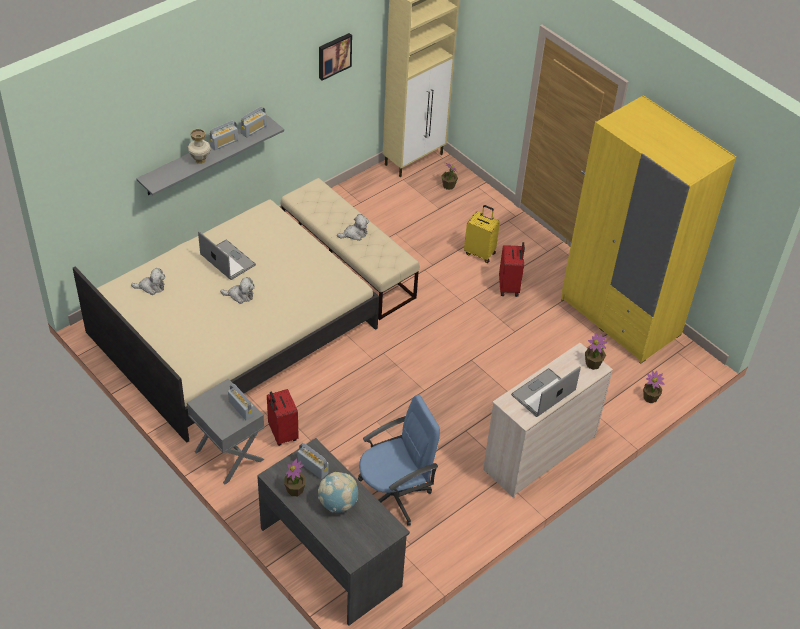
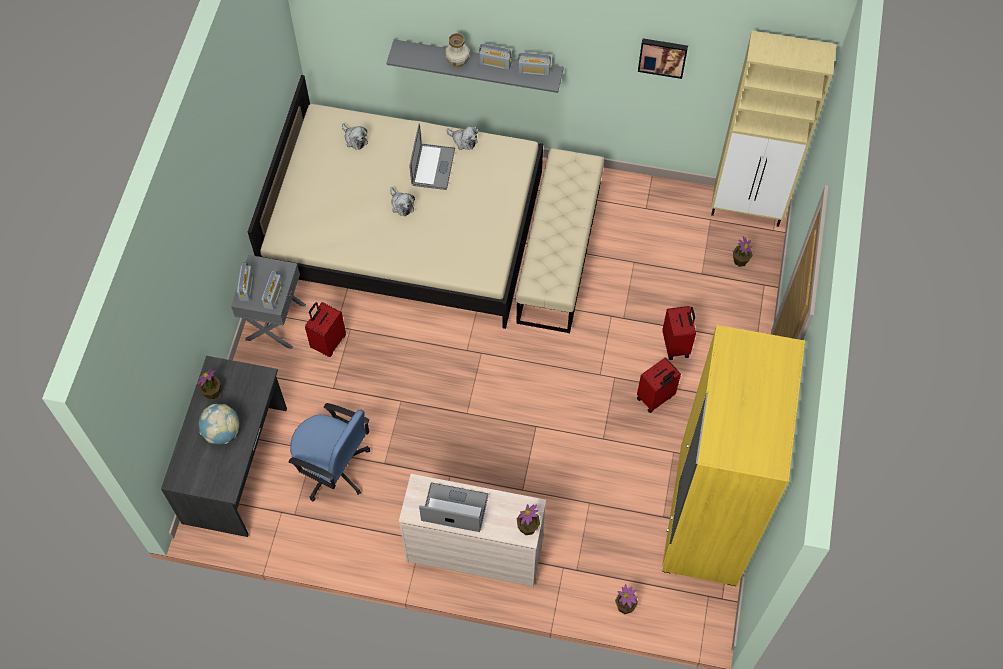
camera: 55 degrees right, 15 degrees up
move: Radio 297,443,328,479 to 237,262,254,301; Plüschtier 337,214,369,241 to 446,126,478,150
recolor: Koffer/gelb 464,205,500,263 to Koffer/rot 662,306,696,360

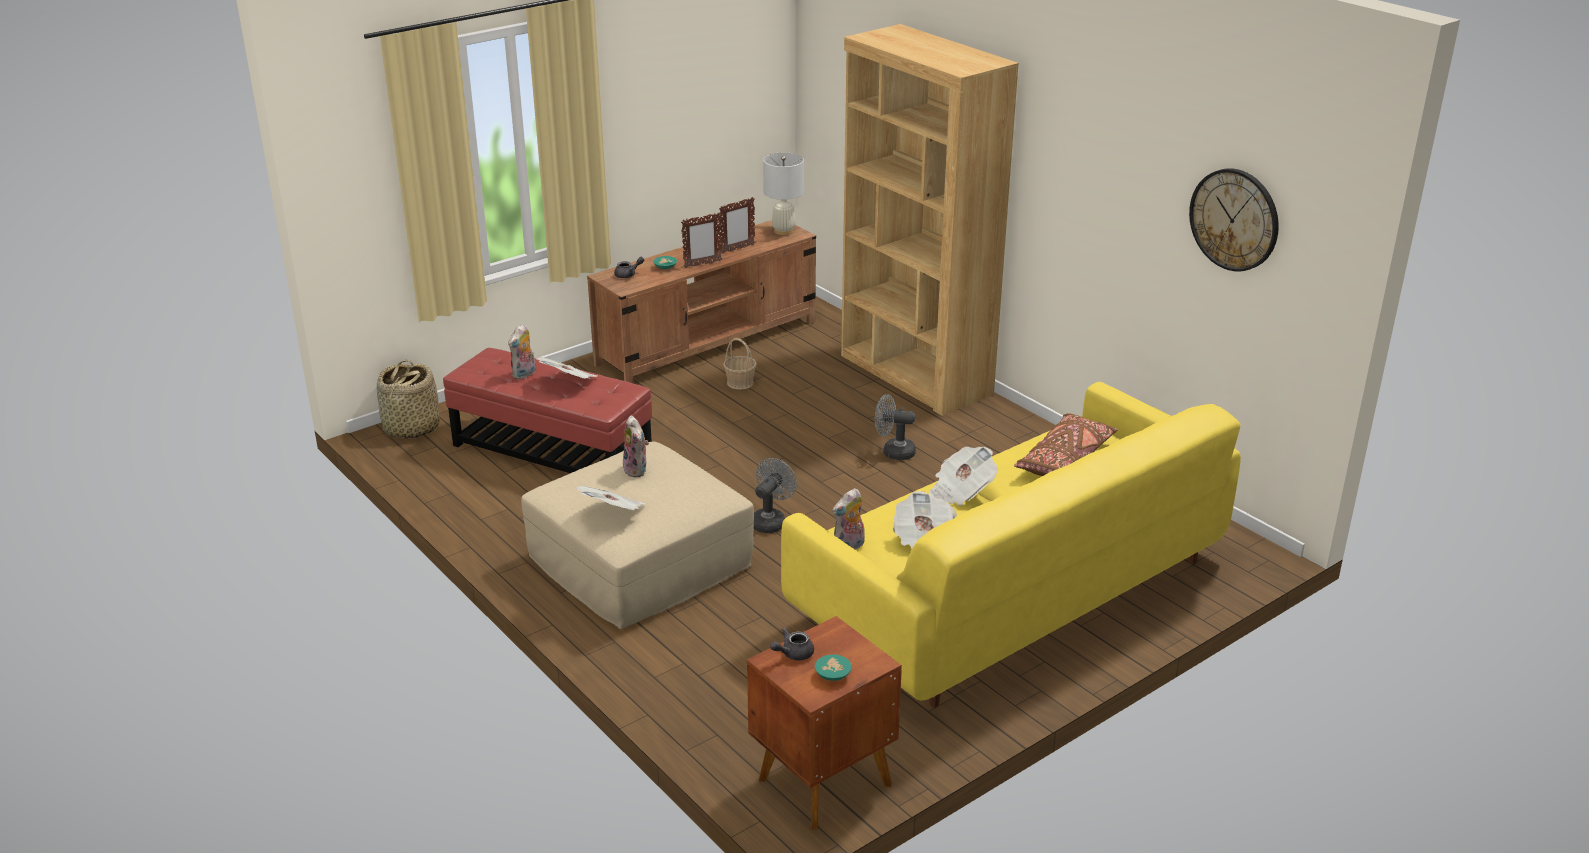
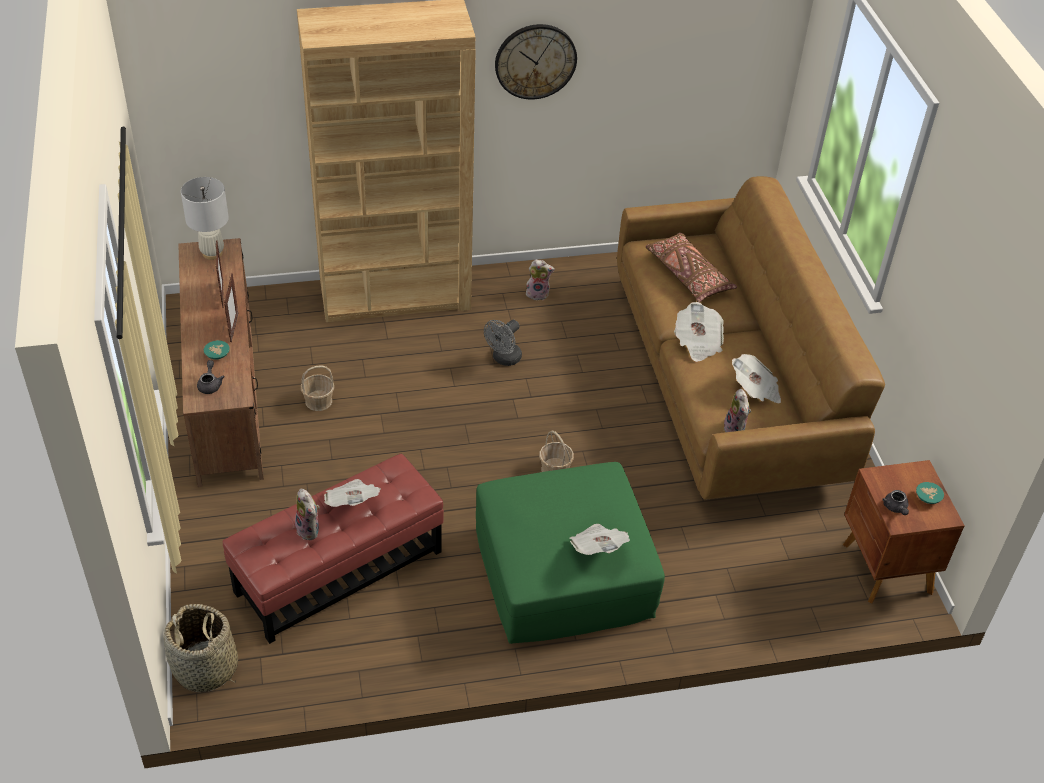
camera: 65 degrees left, 15 degrees up
move: Plüschtier 623,415,649,477 to 526,260,555,301; Wanduhr 1189,168,1279,272 to 495,24,577,100
replace: Ventilator/grau 754,458,797,533 to Korb 539,431,574,472
recolor: Polsterhocker/beige 521,441,754,629 to Polsterhocker/grün 476,462,665,644; Sofa/gelb 781,382,1241,708 to Sofa/braun 617,176,885,500

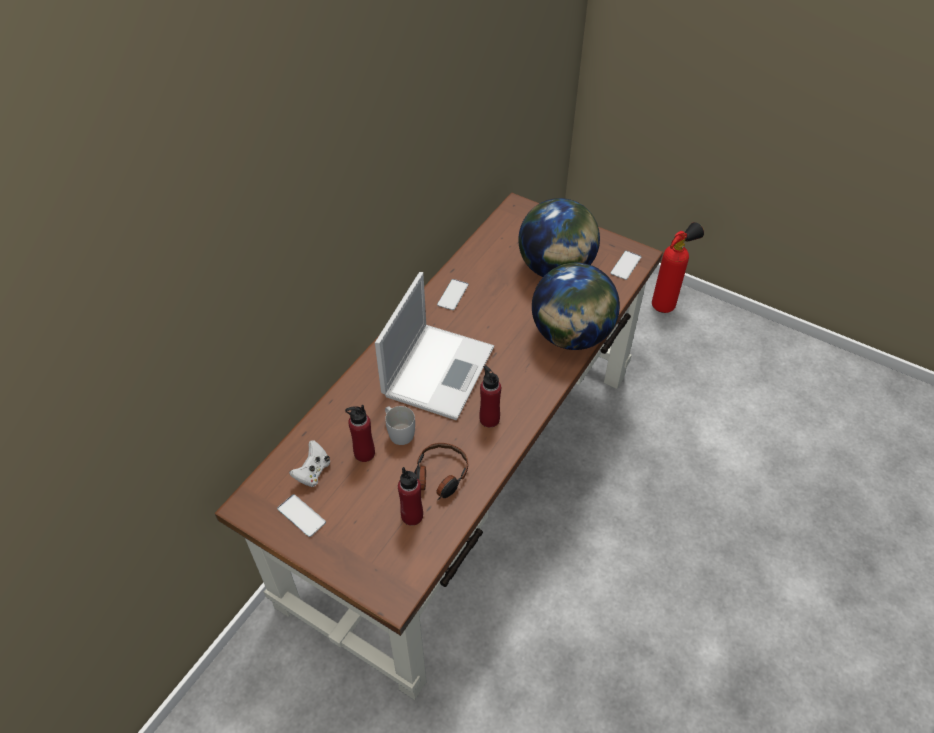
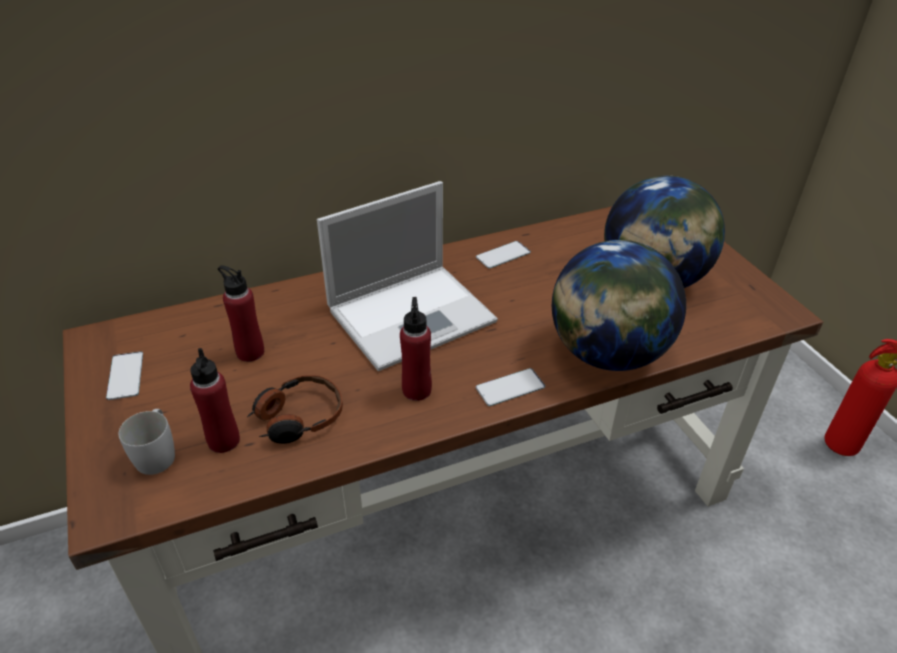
camera: 35 degrees right, 10 degrees down
delete: Gamepad/weiß 289,440,330,487
move: Henkelbecher/weiß 385,406,415,445 to 119,409,175,475; Handy 611,251,641,280 to 476,368,545,406

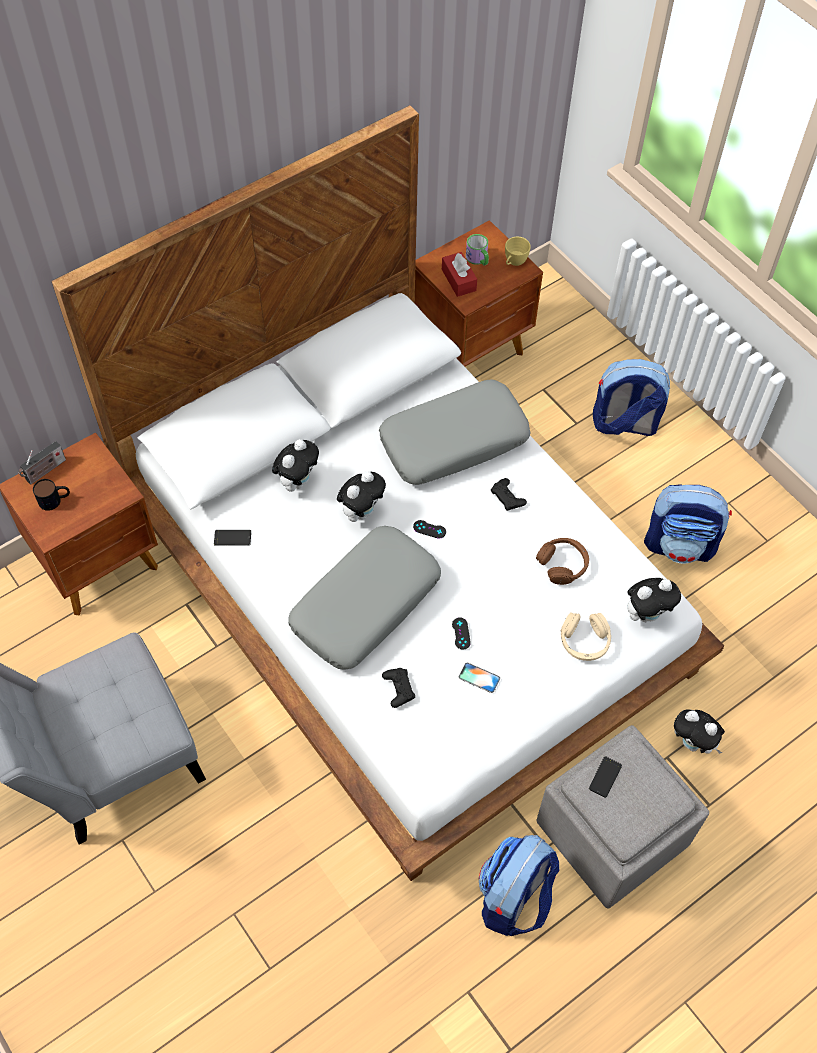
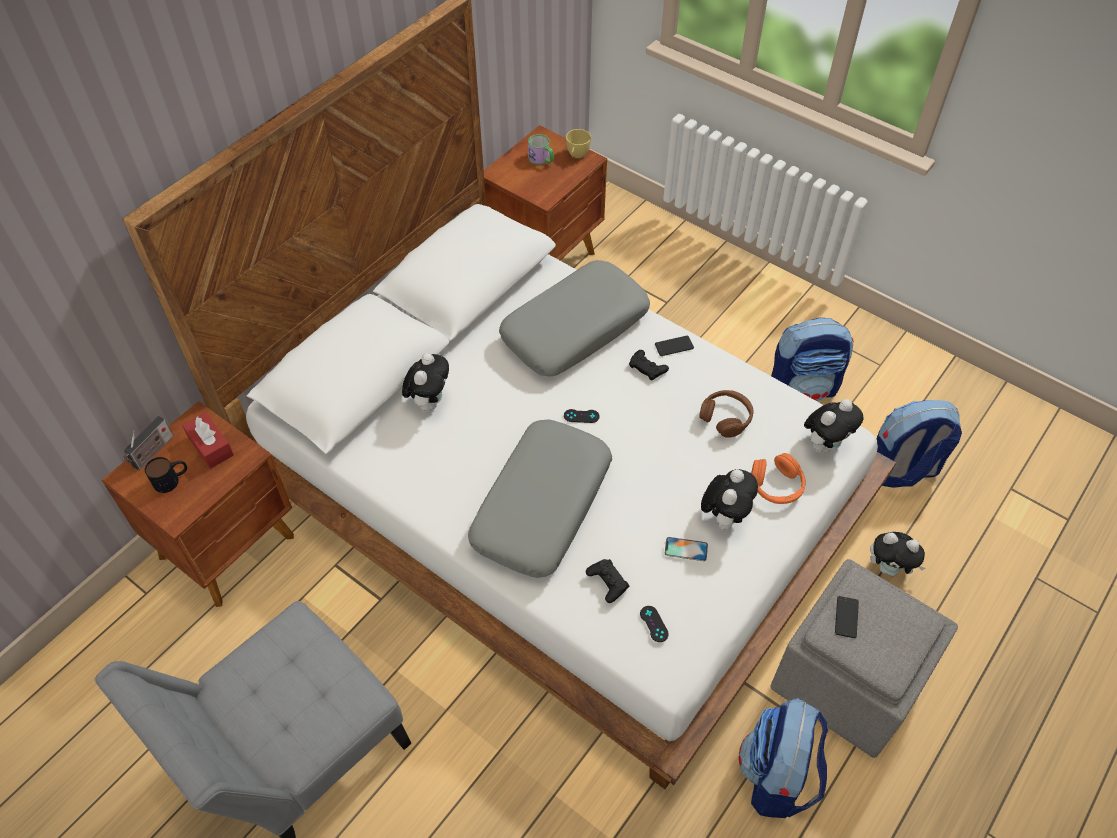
camera: 15 degrees left, 5 degrees down
move: Handy 214,530,251,546 to 655,336,694,356; Plüschtier 337,471,386,522 to 701,469,758,531; Taschentuchbox/rot 442,252,477,297 to 182,412,234,469; Gamepad/schwarz 452,617,471,650 to 640,606,669,642; Rucksack 593,359,670,436 to 877,400,962,488
recolor: Kopfhörer/beige 561,612,611,661 to Kopfhörer/orange 751,453,806,504

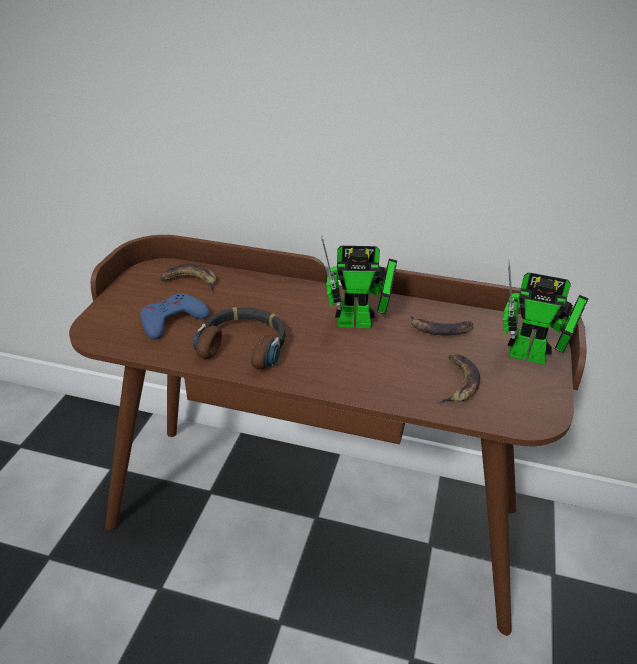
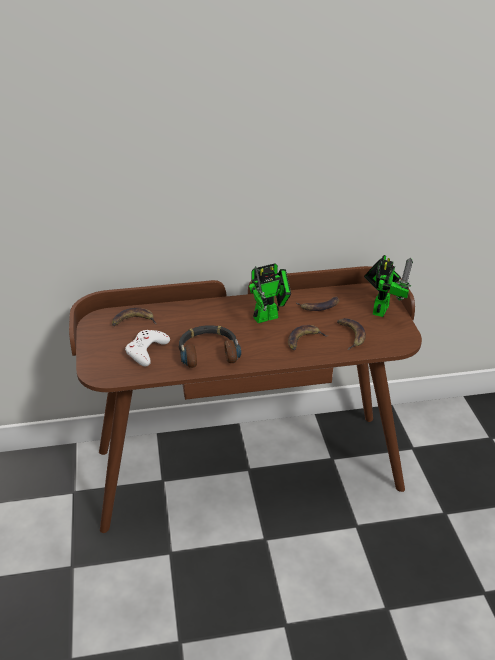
camera: 25 degrees left, 0 degrees up
insert: Banane 288,325,327,350
recolor: Gamepad/blau 140,294,209,340 to Gamepad/weiß 125,330,170,367
rotate: Spielzeugroboter 503,259,589,365 = 364,255,413,317 60 degrees counterclockwise

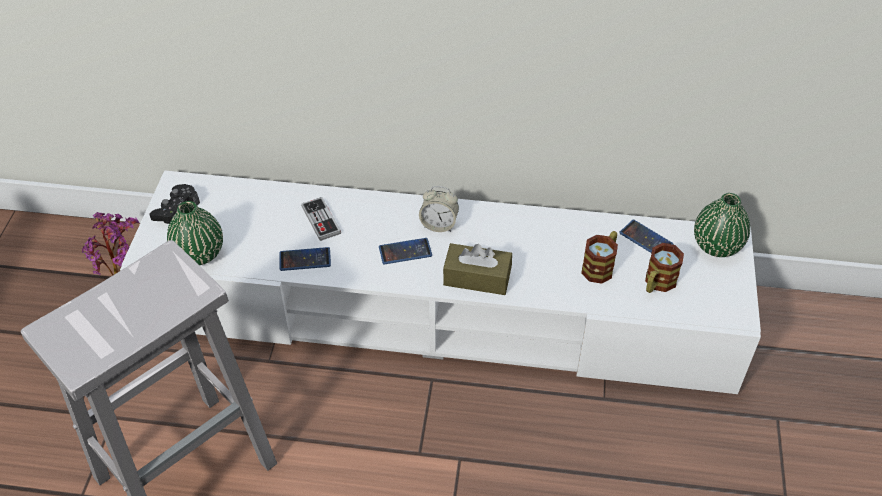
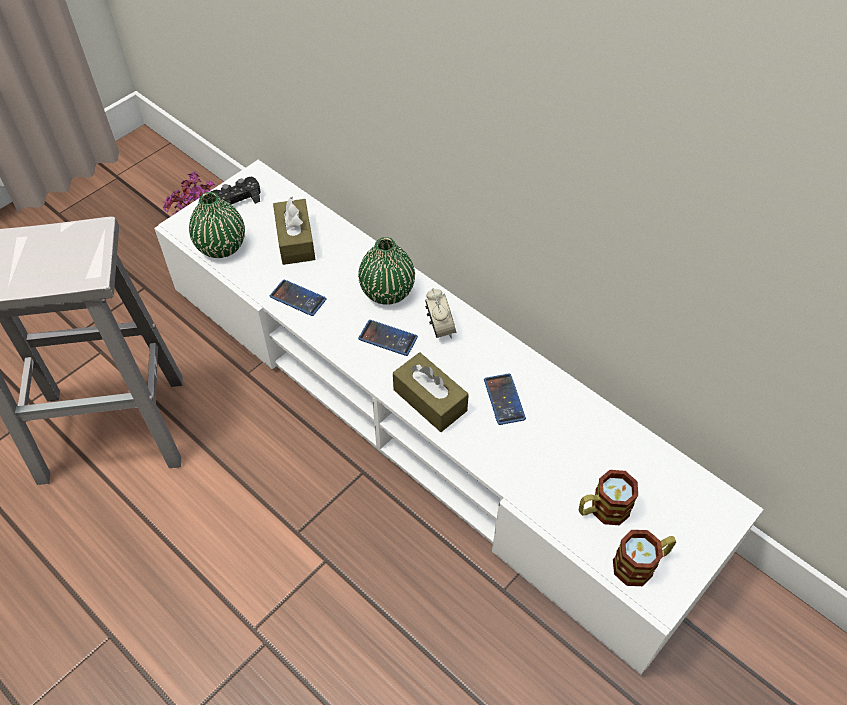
camera: 35 degrees right, 5 degrees up
delete: Gamepad 301,197,341,241
insert: Taschentuchbox/braun 273,197,315,265
move: Henkelbecher 581,231,618,284 to 613,530,676,586; Handy 619,220,674,253 to 484,373,526,425; Vase/grün 694,193,750,257 to 358,237,415,305
rotate: Wecker 419,186,459,232 = 425,288,456,339 150 degrees counterclockwise

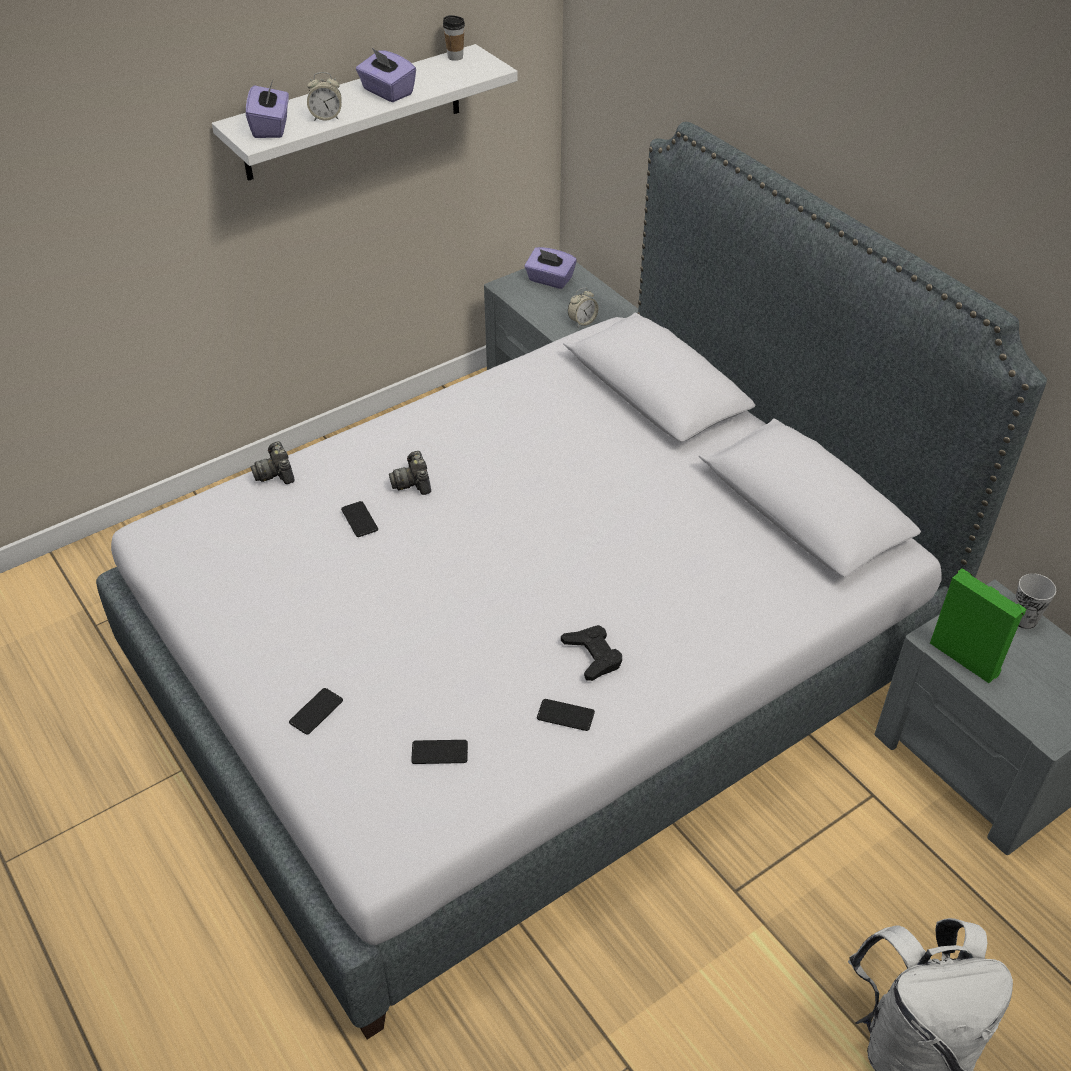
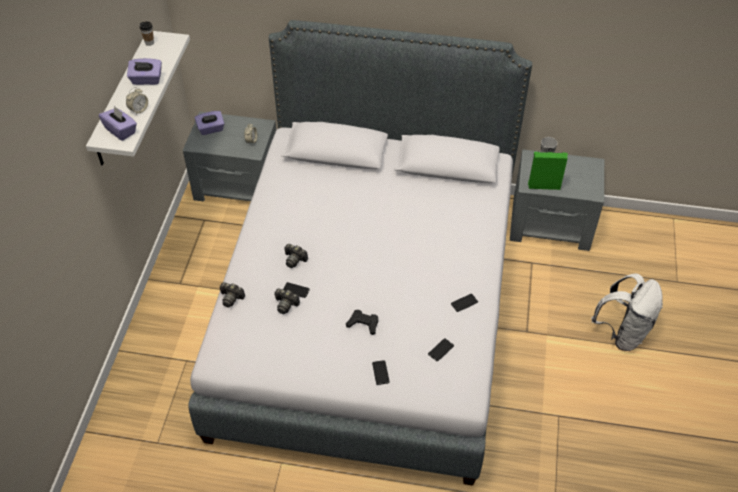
camera: 45 degrees left, 5 degrees up
insert: Kamera 275,289,300,314
move: Gamepad/schwarz 561,625,622,681 to 346,310,378,335

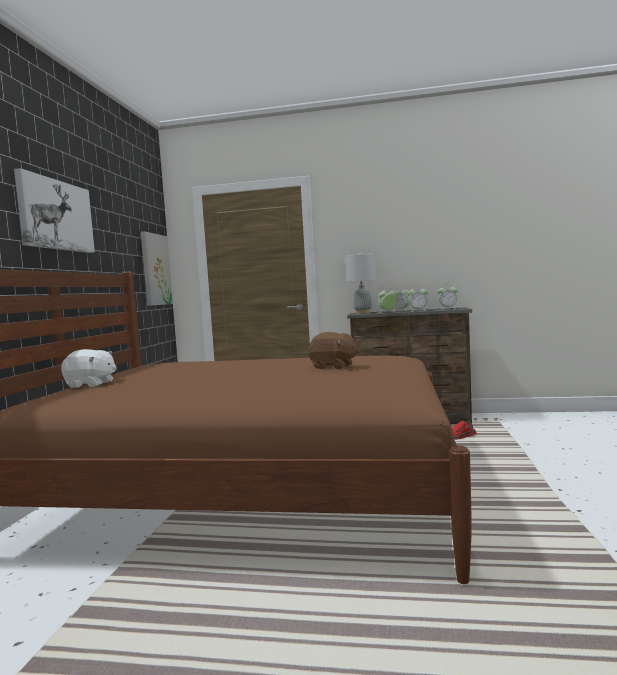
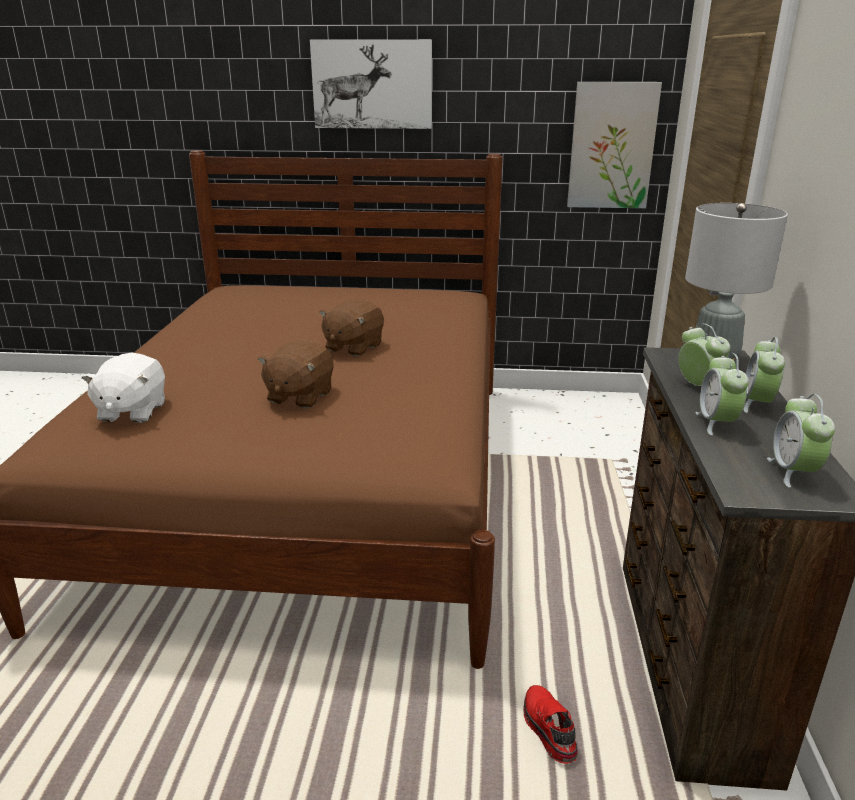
camera: 85 degrees right, 20 degrees up
insert: Plüschtier/braun 319,299,384,357
move: Plüschtier/weiß 61,349,116,388 to 81,353,165,423

